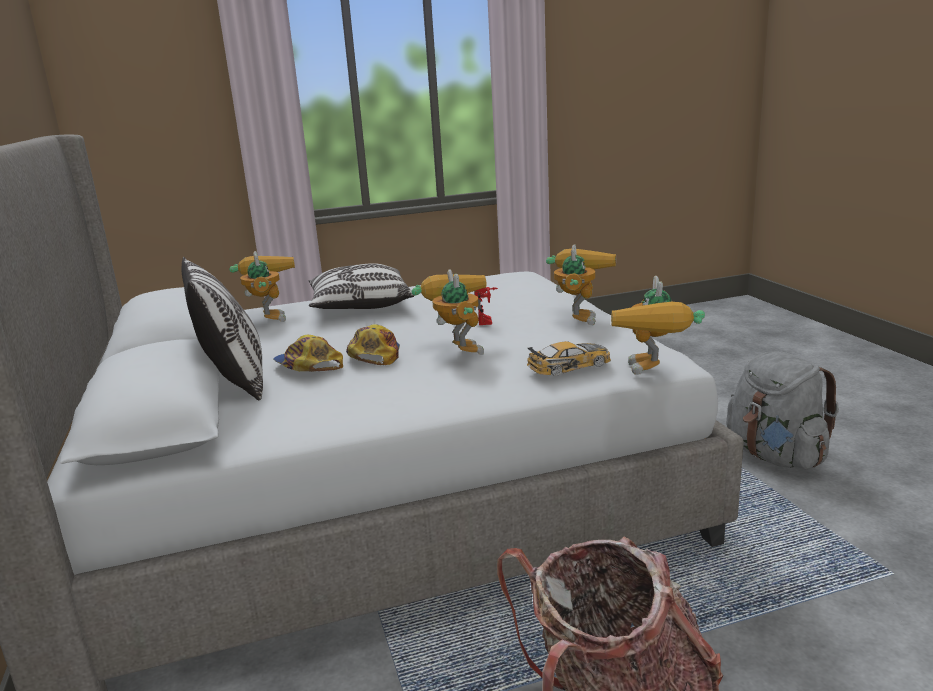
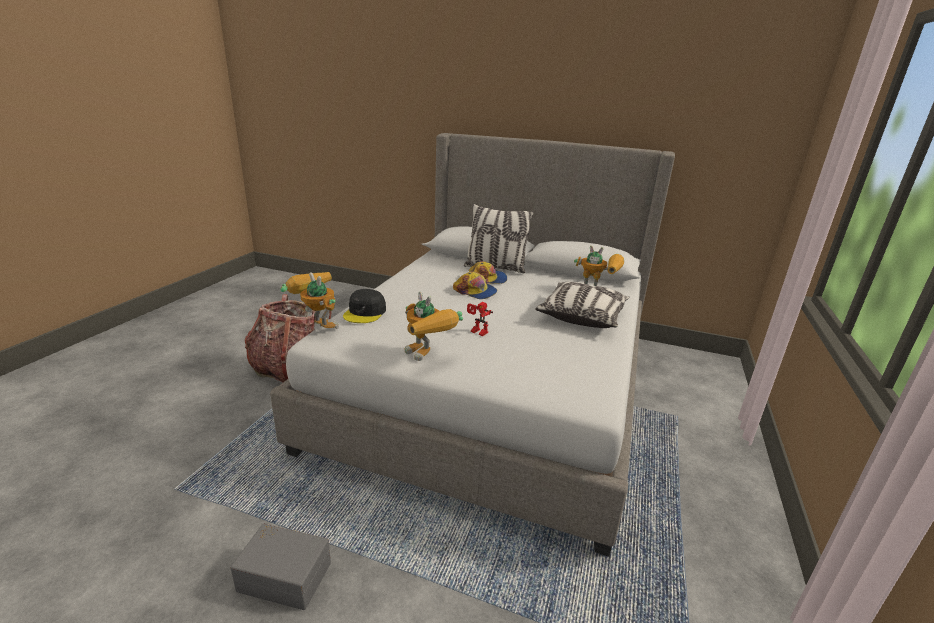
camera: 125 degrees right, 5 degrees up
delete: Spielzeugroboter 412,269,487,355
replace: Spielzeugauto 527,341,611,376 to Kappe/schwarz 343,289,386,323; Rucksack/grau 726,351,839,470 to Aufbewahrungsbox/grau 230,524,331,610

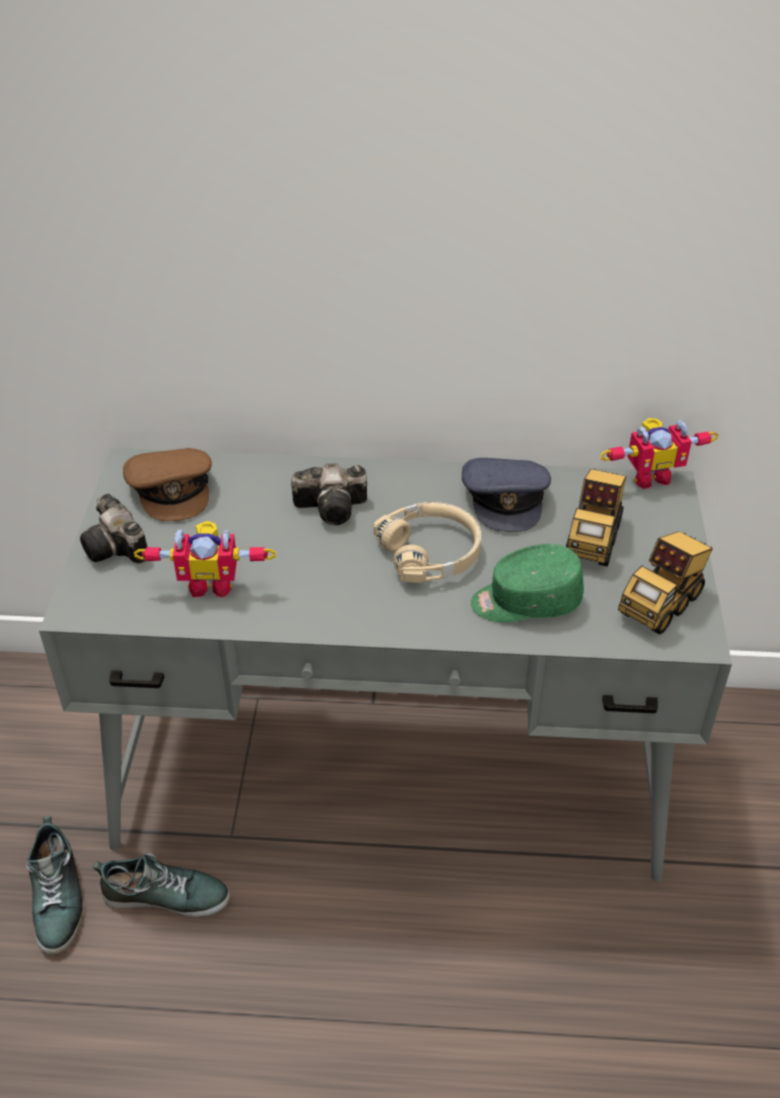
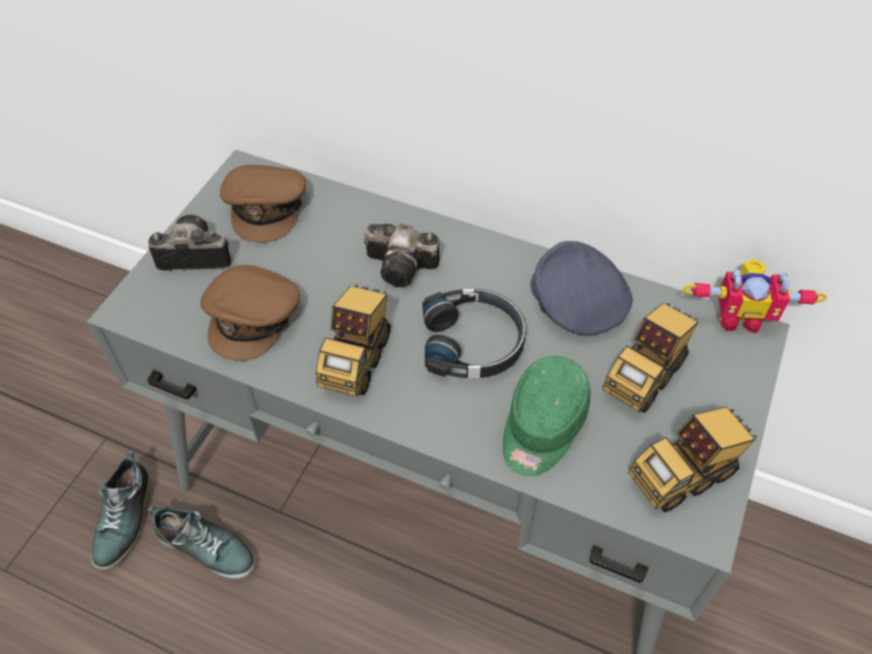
camera: 20 degrees right, 10 degrees up
insert: Spielzeuglaster 316,284,391,397
replace: Spielzeugroboter 134,521,276,597 to Kappe/braun 200,265,300,361
recolor: Kopfhörer/beige 374,502,481,582 to Kopfhörer/schwarz 423,289,526,378
rotate: Kamera 80,494,147,564 = 148,215,231,271 105 degrees clockwise; Kappe/grau 462,458,551,532 = 530,241,633,336 135 degrees clockwise; Kappe/grün 470,544,584,623 = 503,356,591,476 75 degrees counterclockwise

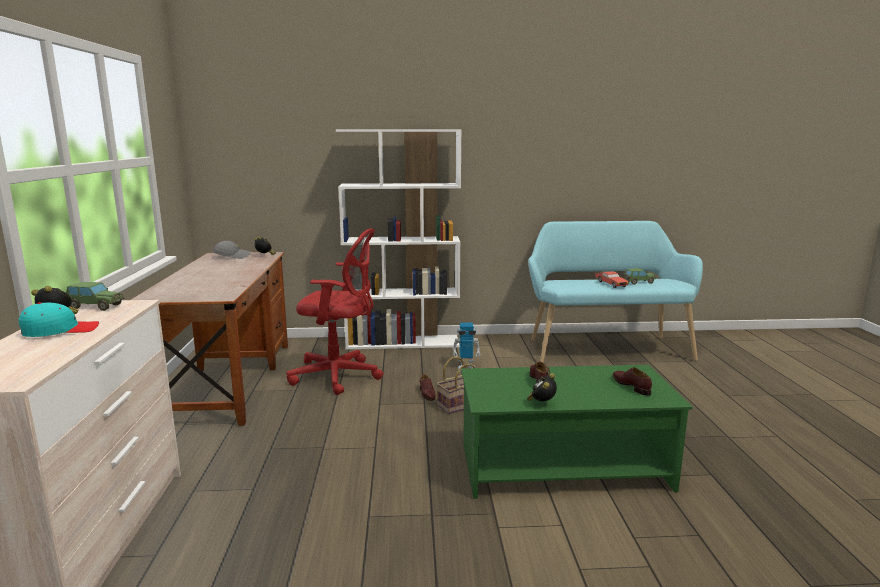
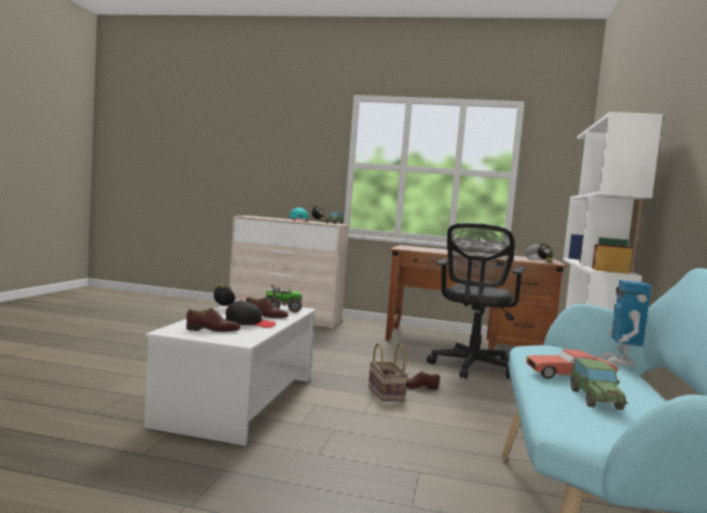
camera: 105 degrees right, 10 degrees down
insert: Kappe/schwarz 226,300,276,328; Spielzeuglaster 266,285,302,313
move: Spielzeugroboter 452,323,481,371 to 599,280,651,366
recolor: Bürostuhl/rot 286,228,383,395 to Bürostuhl/schwarz 427,223,526,379; Couchtisch/grün 461,365,693,499 to Couchtisch/weiß 144,300,316,446

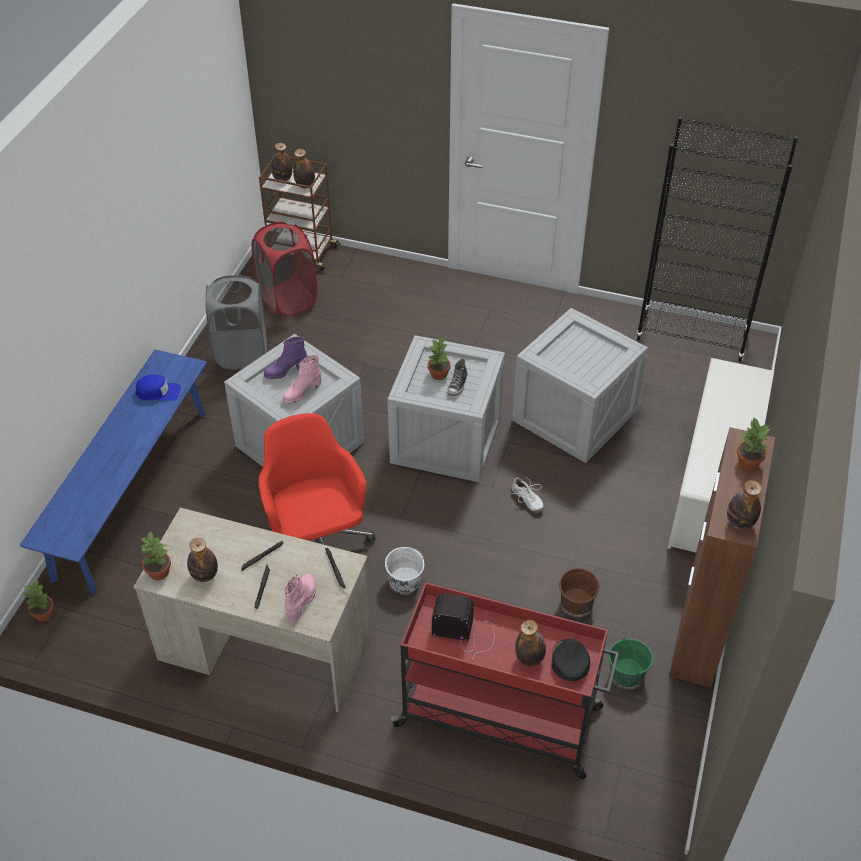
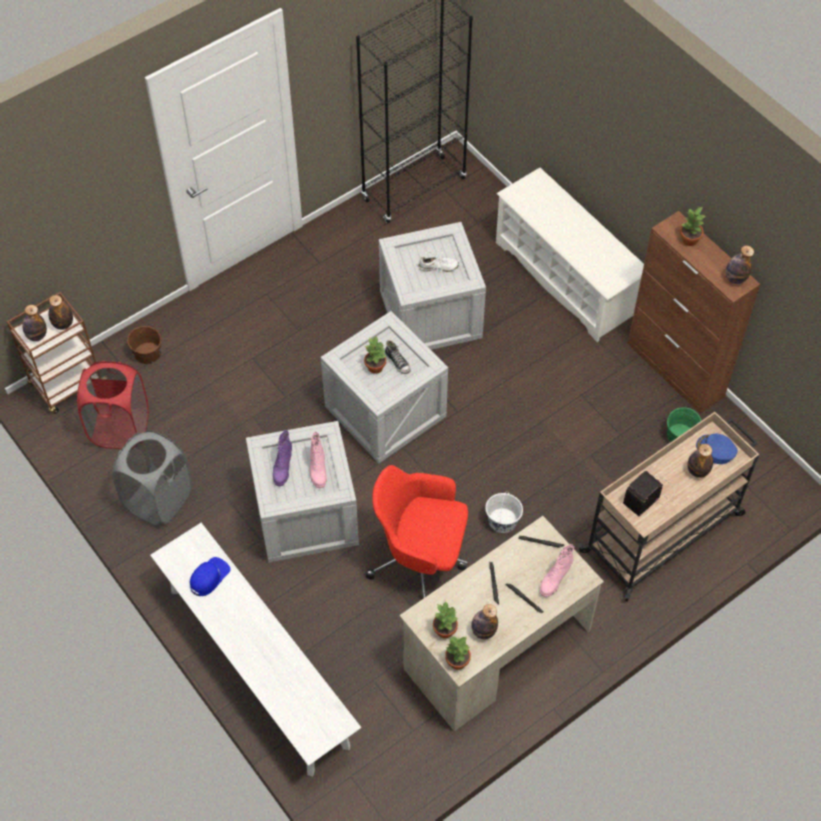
camera: 55 degrees left, 10 degrees up
move: Topfpflanze 22,580,54,622 to 433,601,458,639; Schuh/weiß 512,476,544,512 to 418,248,459,272; Eimer/braun 559,568,599,615 to 127,326,161,364
recolor: Bank/blau 20,349,207,594 to Bank/weiß 150,523,361,776; Rollwagen/rot 390,582,619,779 to Rollwagen/beige 578,412,759,602; Kappe/schwarz 551,639,591,681 to Kappe/blau 696,433,738,464
rotate: Stiefel/rosa 284,573,316,623 = 540,544,574,597 105 degrees counterclockwise

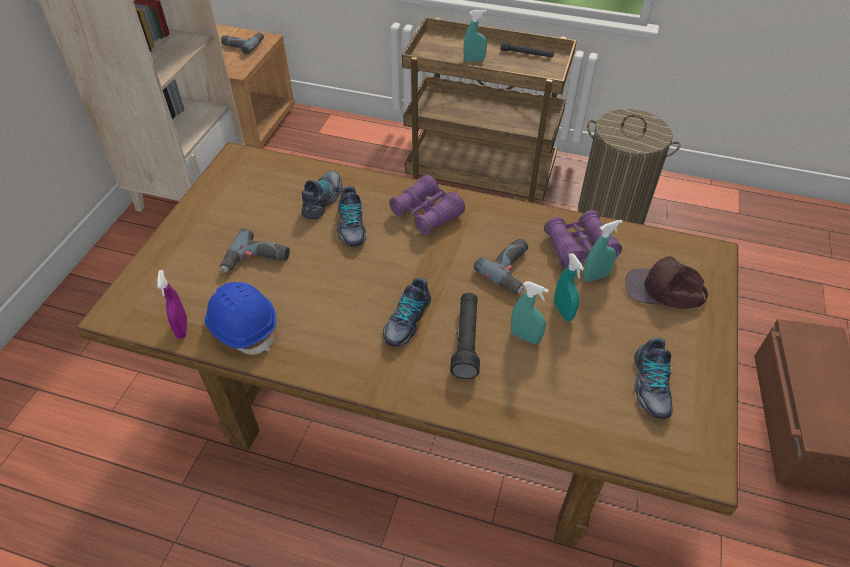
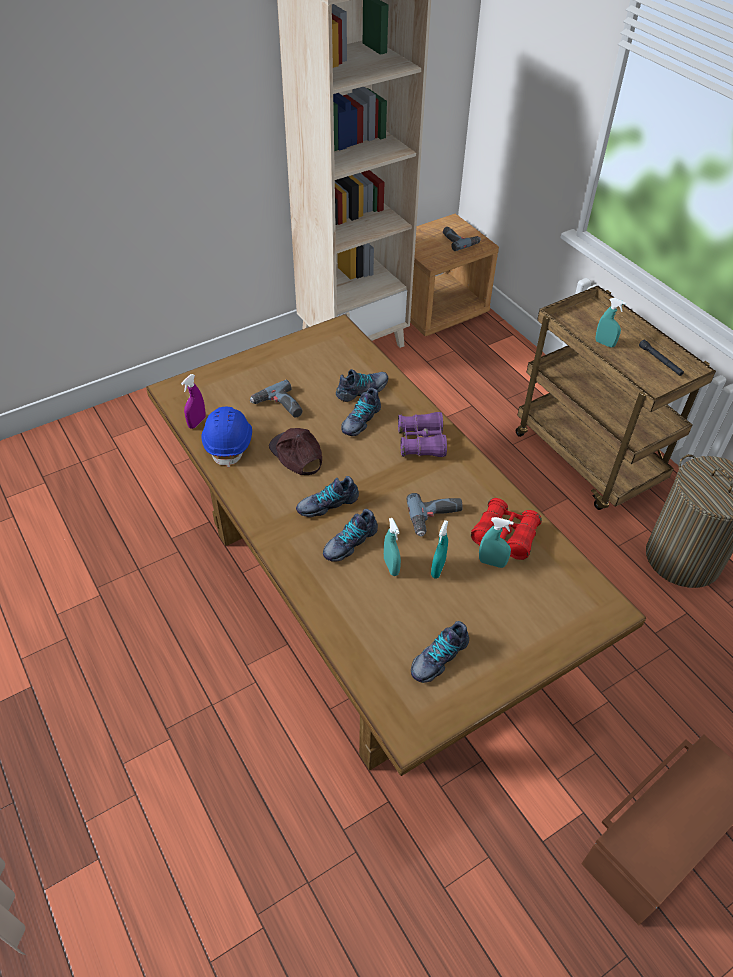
camera: 40 degrees right, 0 degrees up
move: Kappe/braun 625,256,708,308 to 269,428,322,475
replace: Taschenlampe/schwarz 450,293,480,379 to Schuh 323,509,378,562
recolor: Fernglas/lila 544,210,622,268 to Fernglas/rot 471,498,542,560

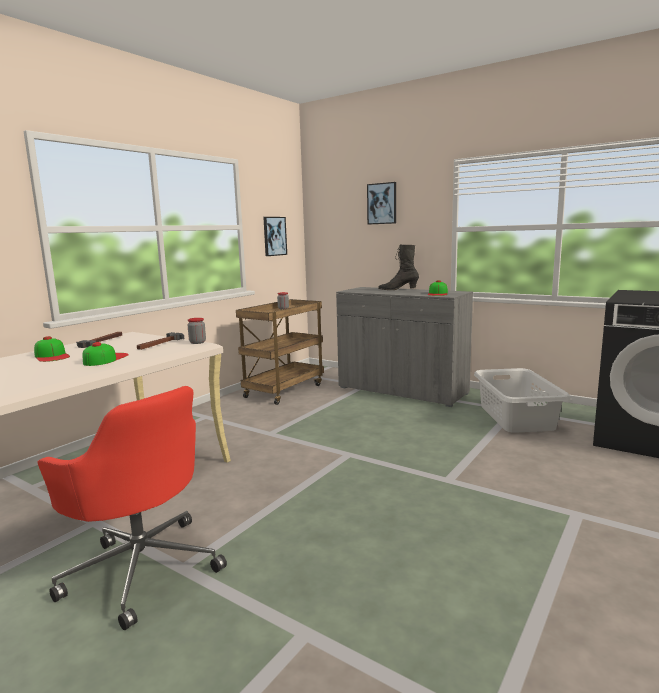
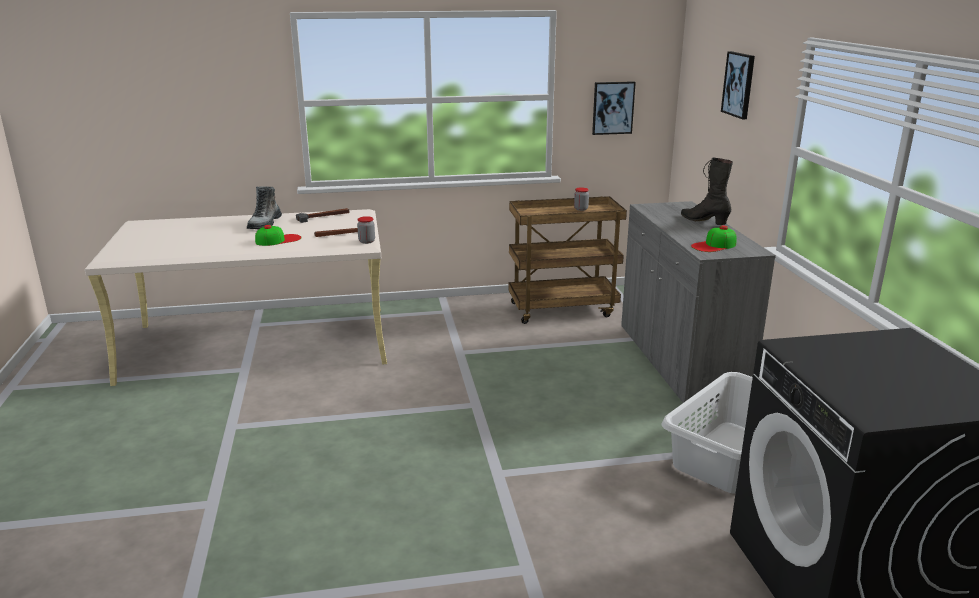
camera: 45 degrees right, 10 degrees up
delete: Bürostuhl/rot 38,386,227,630
replace: Kappe 34,336,70,362 to Stiefel 247,186,282,229

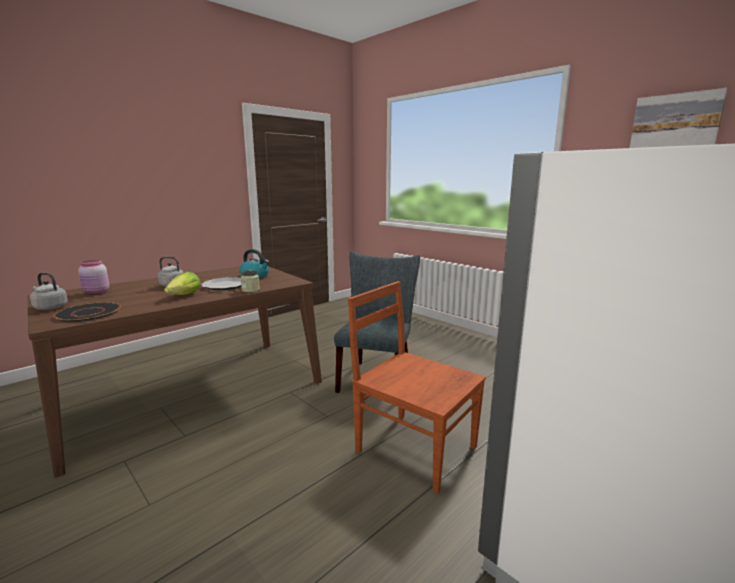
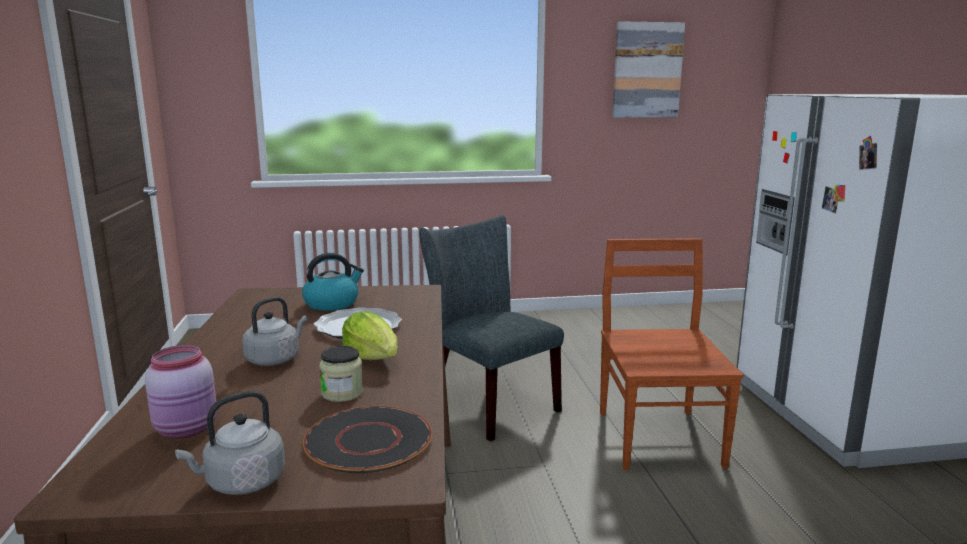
camera: 55 degrees left, 0 degrees up
move: Vorratsglas 240,270,260,292 to 319,346,363,402
rotate: Stuhl/braun 348,281,486,494 = 600,238,743,470 105 degrees clockwise

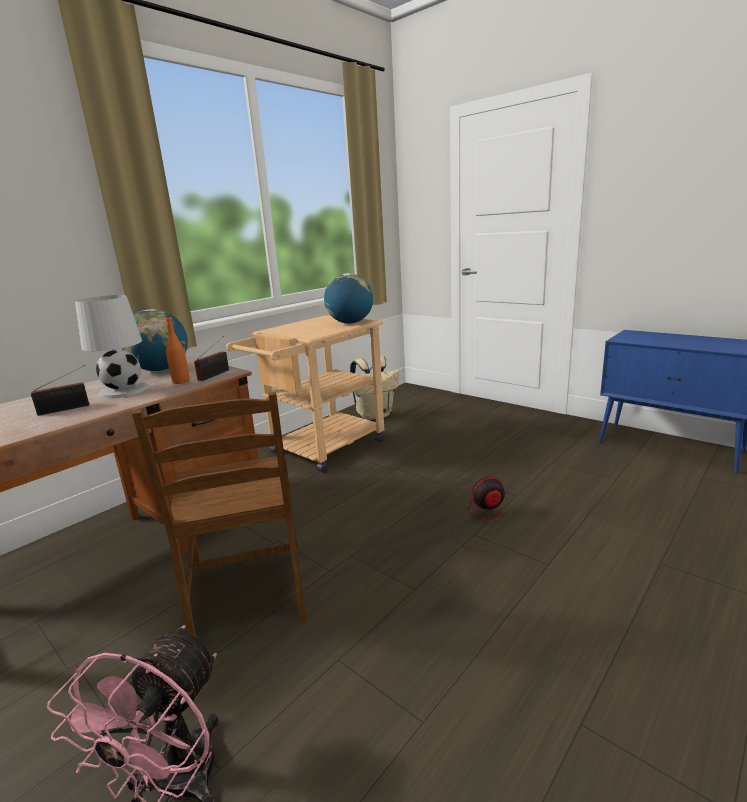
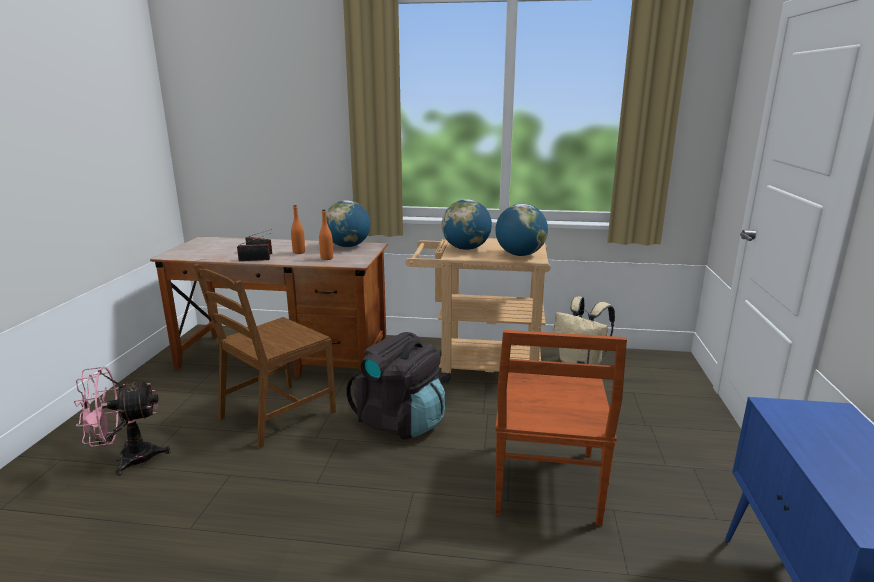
camera: 55 degrees right, 0 degrees up
delete: Ventilator 451,477,509,564
insert: Rucksack/schwarz 347,332,445,439; Globus 442,199,492,250; Stuhl/braun 495,330,627,526
move: Radio 194,336,229,381 to 237,233,271,261
replace: Tischlampe/weiß 75,295,148,399 to Flasche/orange 291,205,305,254

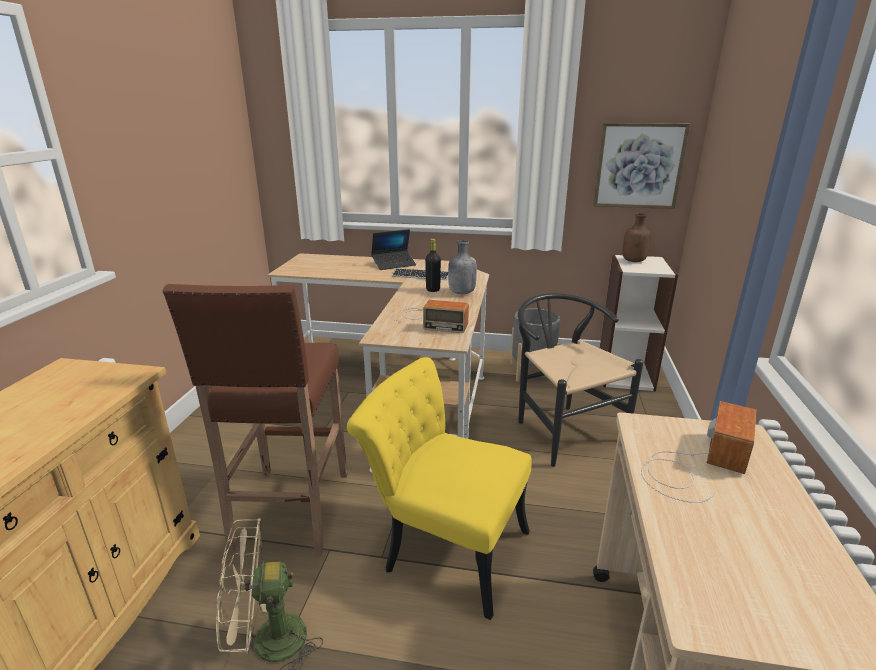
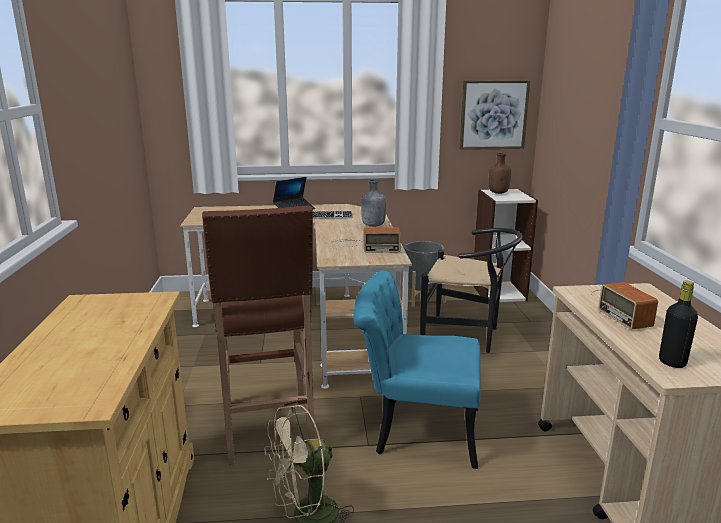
camera: 15 degrees left, 5 degrees down
move: Flasche/schwarz 425,239,441,292 to 659,281,698,368
recolor: Stuhl/gelb 347,357,532,620 to Stuhl/türkis 353,270,481,469
rotate: Stuhl/schwarz 518,293,643,467 = 420,228,523,353 150 degrees clockwise; Radio 641,401,756,503 = 591,282,658,330 150 degrees clockwise

